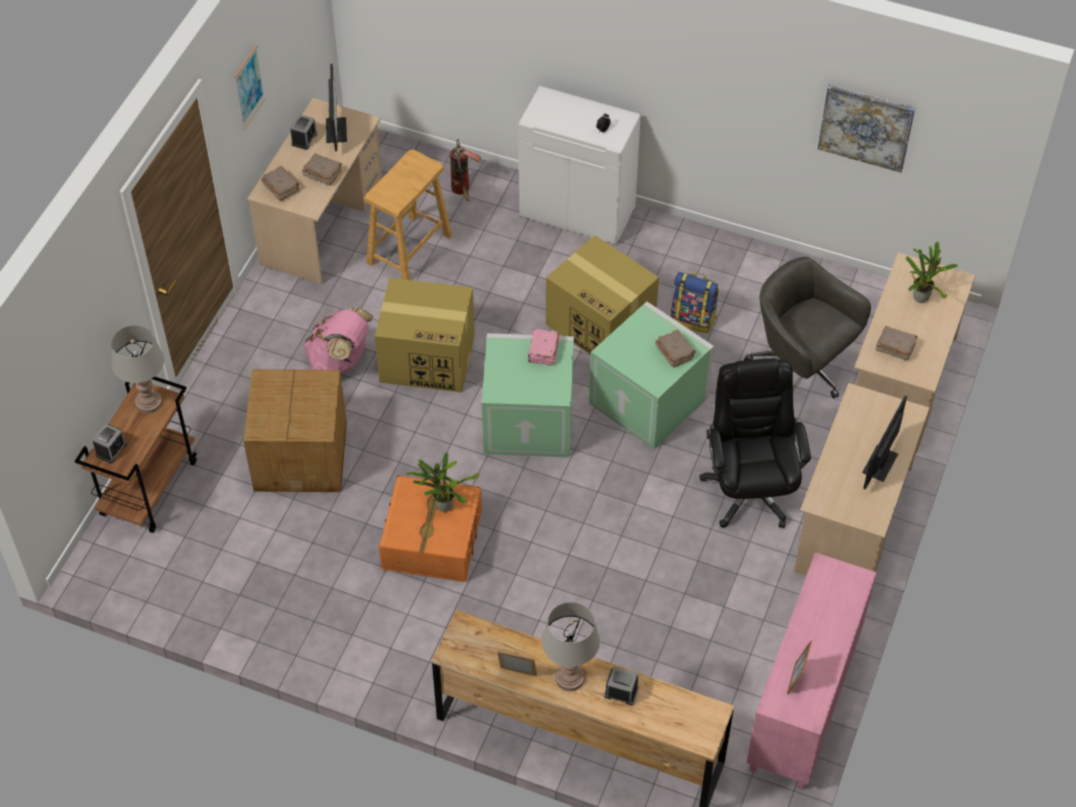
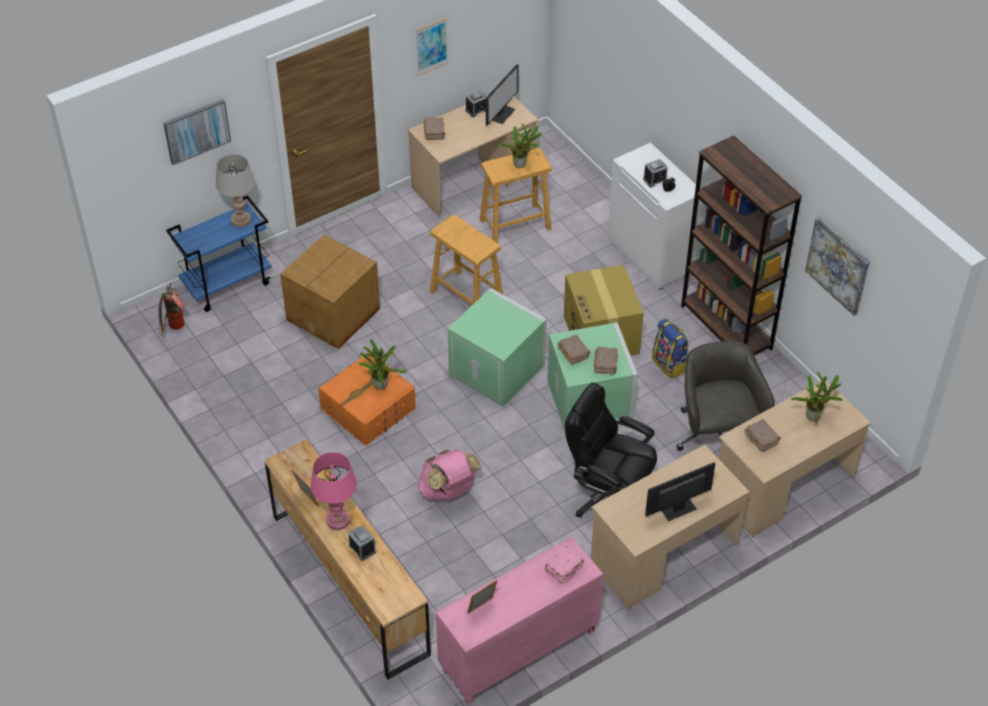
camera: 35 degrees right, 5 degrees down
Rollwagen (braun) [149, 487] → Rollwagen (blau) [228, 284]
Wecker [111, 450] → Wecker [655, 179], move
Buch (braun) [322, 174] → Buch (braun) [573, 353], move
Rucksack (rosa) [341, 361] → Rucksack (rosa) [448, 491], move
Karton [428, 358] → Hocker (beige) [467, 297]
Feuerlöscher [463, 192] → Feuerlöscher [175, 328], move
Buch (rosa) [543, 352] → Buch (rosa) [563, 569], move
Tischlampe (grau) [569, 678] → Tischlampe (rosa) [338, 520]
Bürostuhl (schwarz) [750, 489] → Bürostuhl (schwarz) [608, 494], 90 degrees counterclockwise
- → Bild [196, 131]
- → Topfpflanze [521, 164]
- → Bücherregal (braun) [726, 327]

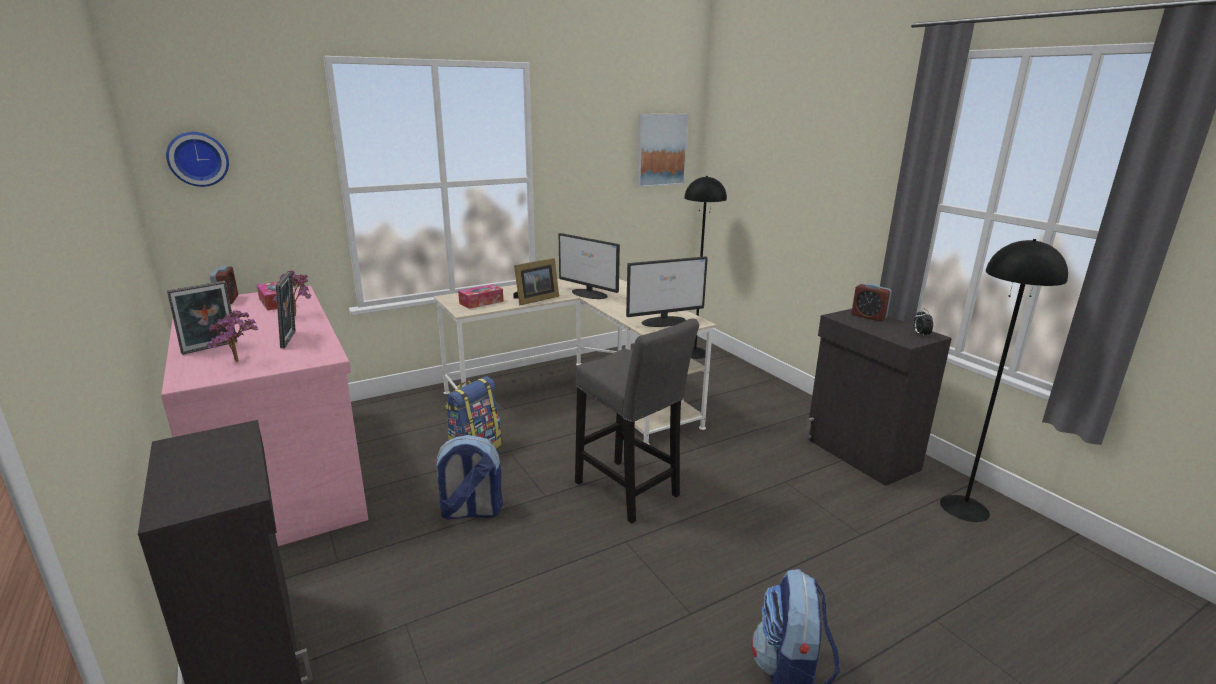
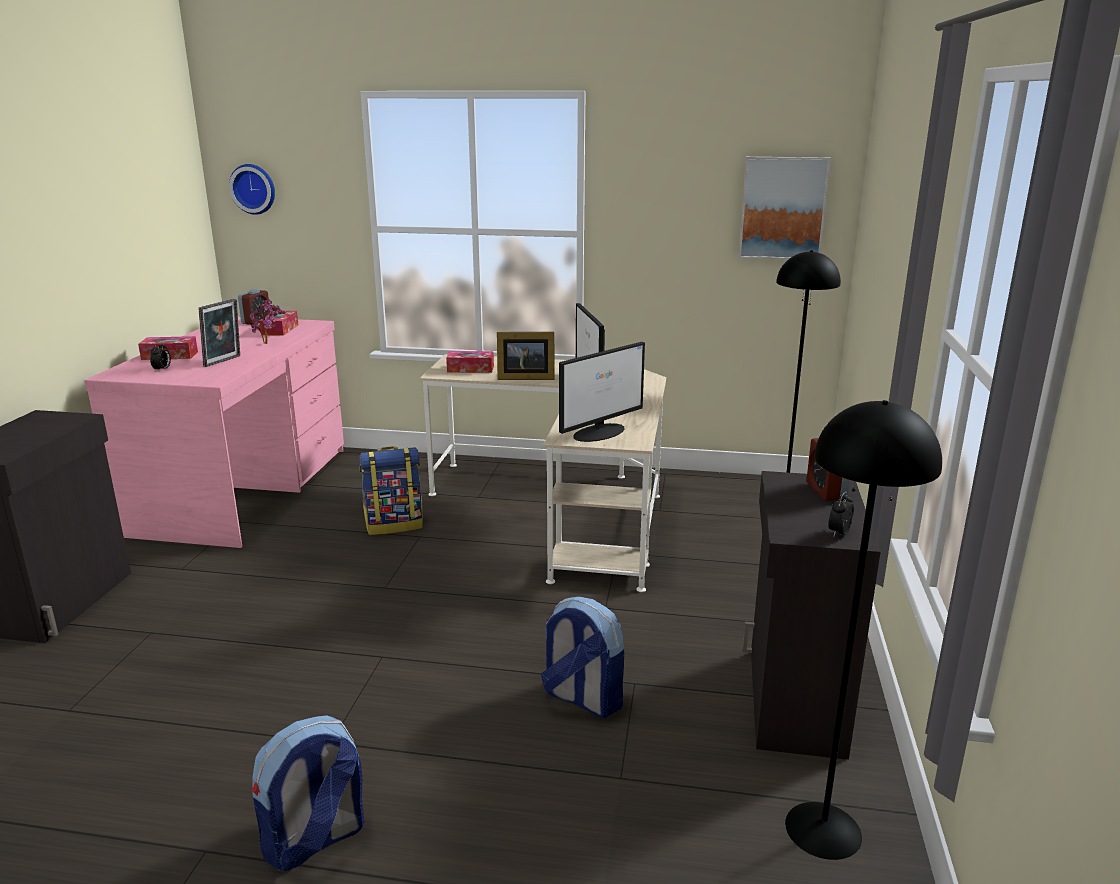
camera: 40 degrees right, 0 degrees up
Bilderrahmen [210, 348] → Taschentuchbox [170, 355]
Topfpflanze [239, 362] → Wecker [162, 370]
Rucksack [470, 512] → Rucksack [582, 699], move
Hocker (grau) [629, 492] → -
Monitor [664, 321] → Monitor [600, 432], 60 degrees counterclockwise

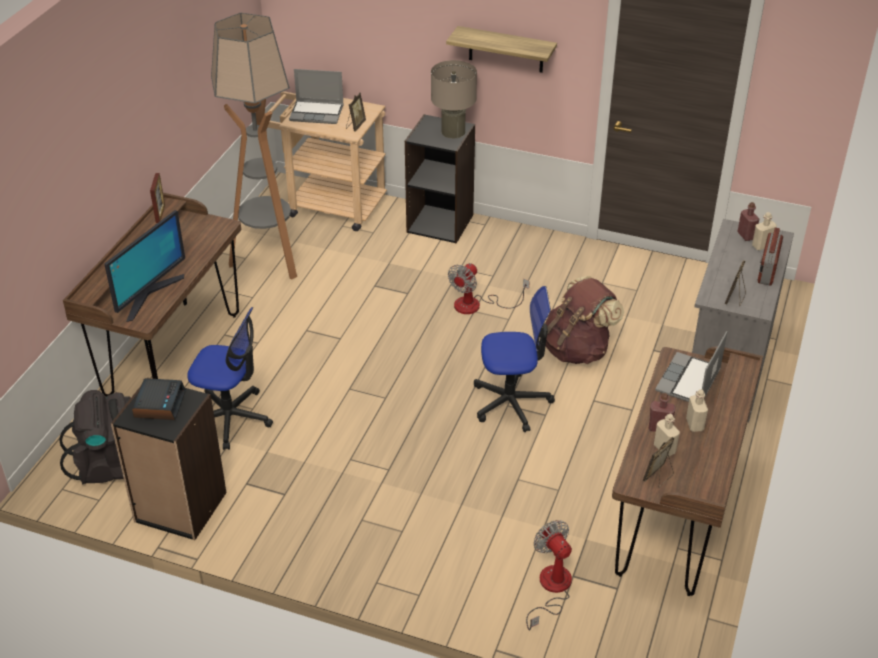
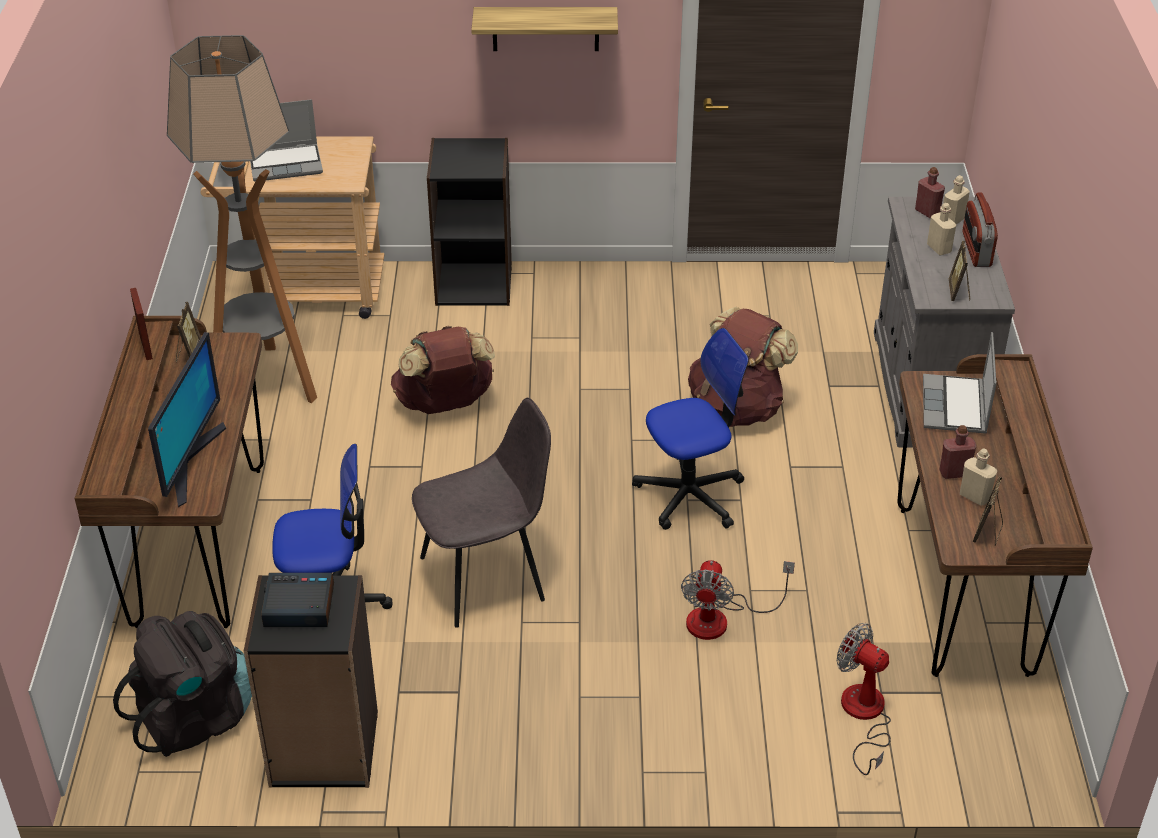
camera: 20 degrees left, 0 degrees up
Wecker [159, 404] → Wecker [298, 607], 75 degrees counterclockwise
Bilderrahmen [355, 125] → Bilderrahmen [188, 354], move
Tischlampe (beige) [453, 132] → -
Ventilator [477, 305] → Ventilator [720, 619], move
Flasche (beige) [694, 424] → Flasche (beige) [939, 248], move
- → Rucksack (braun) [444, 404]
- → Stuhl (grau) [485, 578]

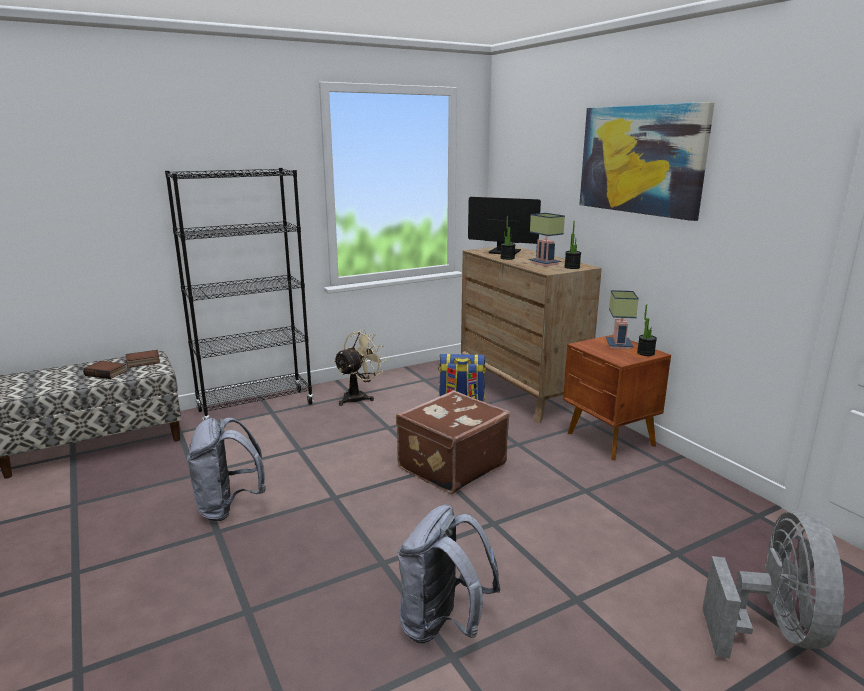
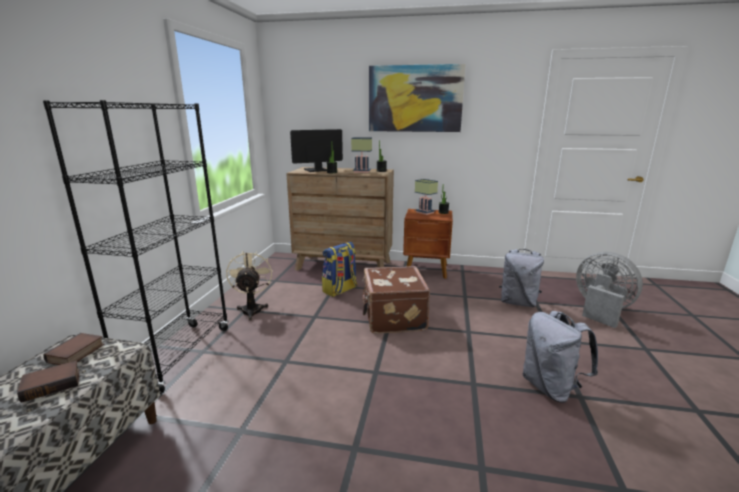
camera: 50 degrees left, 0 degrees up
Rucksack (grau) [228, 507] → Rucksack (grau) [518, 302], move

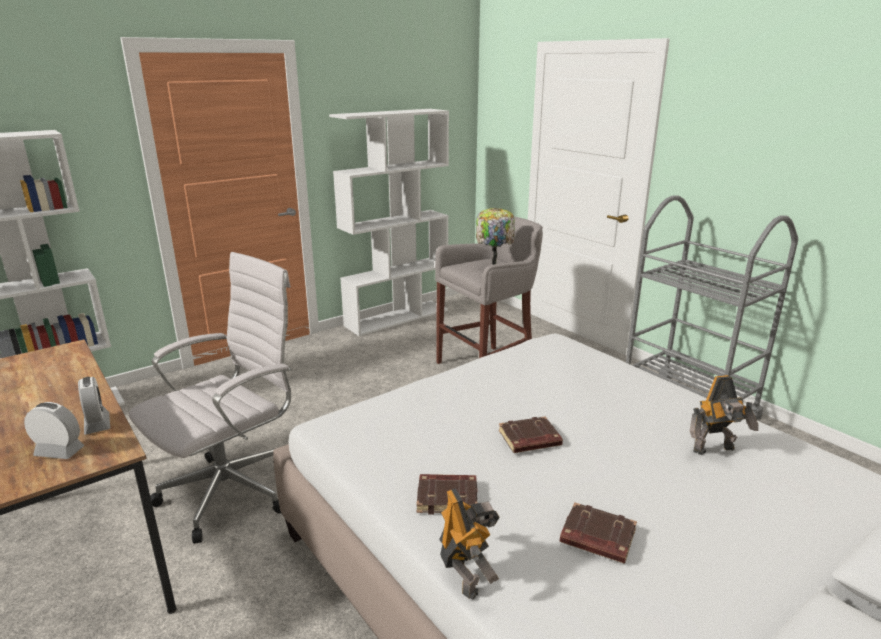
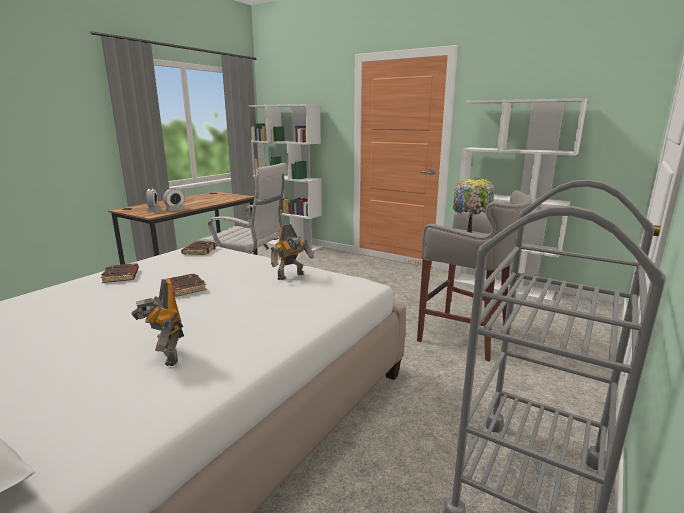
camera: 70 degrees right, 5 degrees down
Spielzeugroboter [465, 575] → Spielzeugroboter [292, 276], move
Buch (braun) [596, 538] → Buch (braun) [199, 250], move

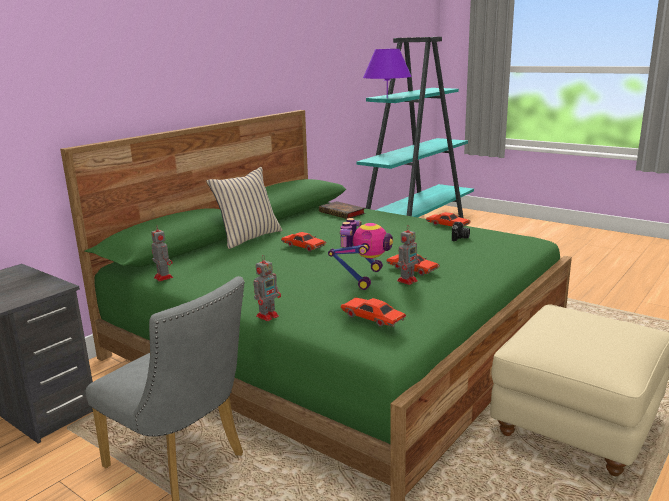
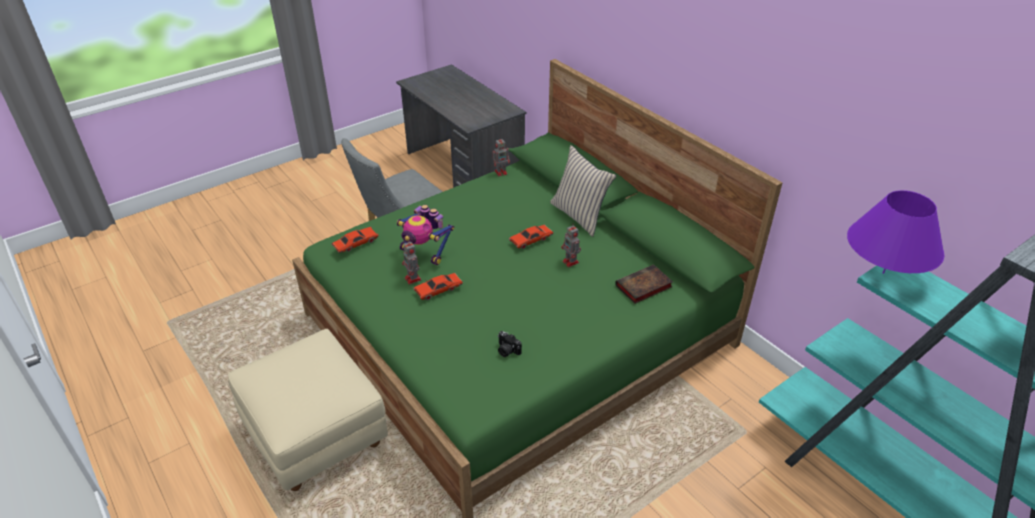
camera: 105 degrees right, 20 degrees up
Spielzeugroboter [268, 315] → Spielzeugroboter [571, 262], move
Spielzeugauto (rot) [447, 225] → -

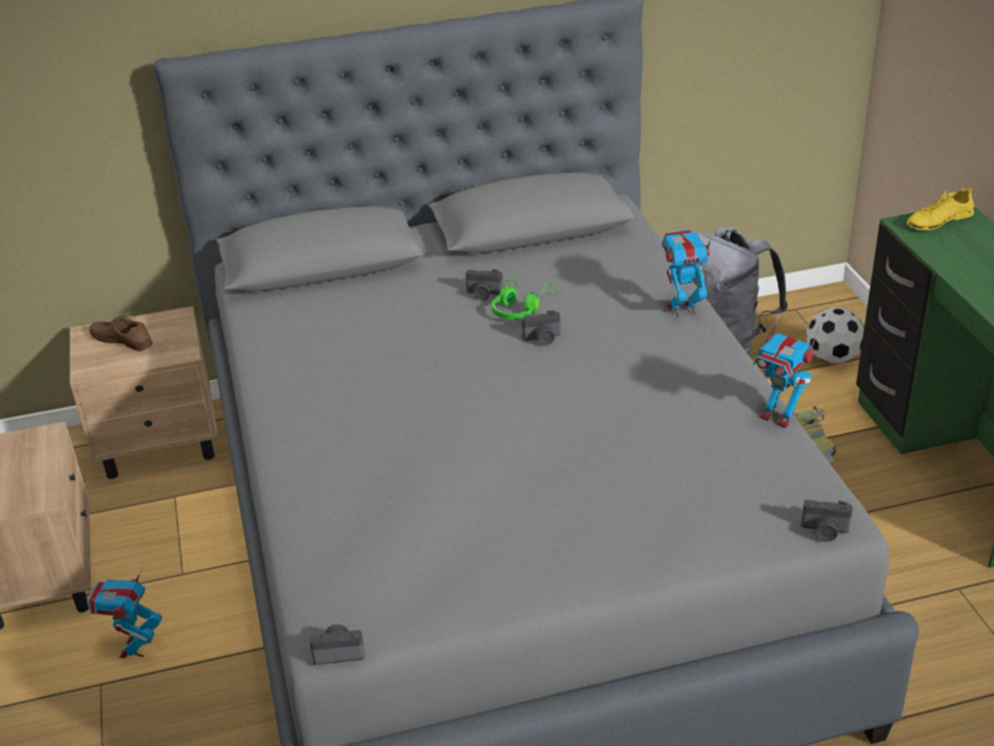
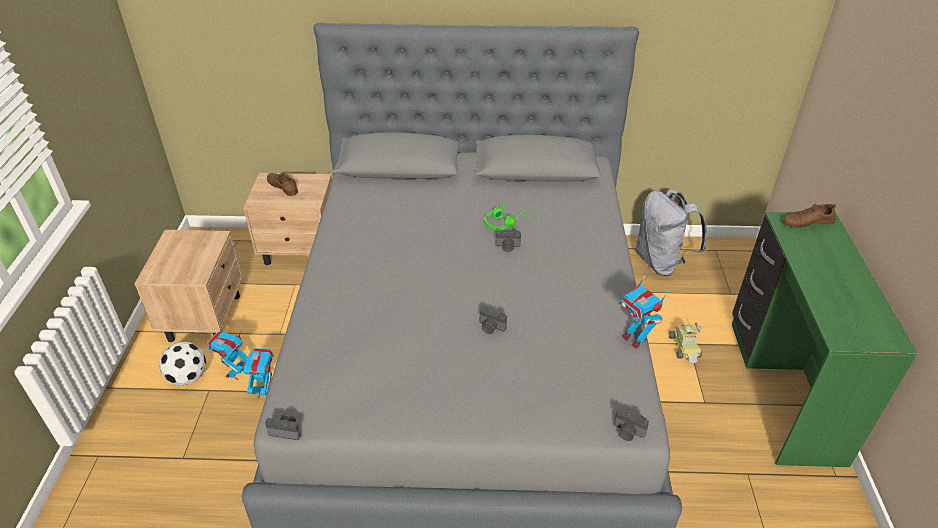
camera: 15 degrees right, 5 degrees up
Kamera [483, 294] → Kamera [491, 328], move
Spielzeugroboter [682, 309] → Spielzeugroboter [265, 392], move
Fußball [831, 358] → Fußball [187, 377], move
Schuh (gelb) [939, 220] → Schuh (braun) [807, 222]

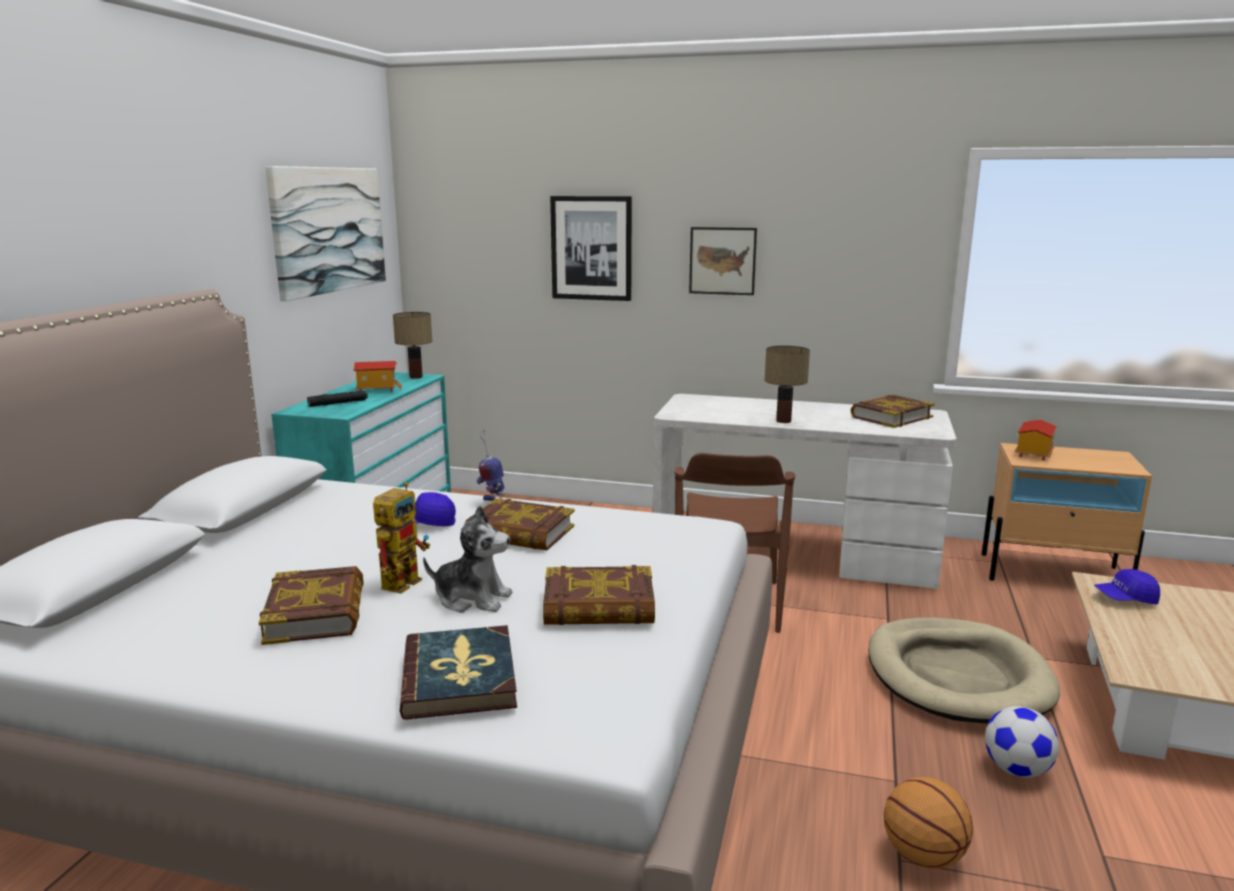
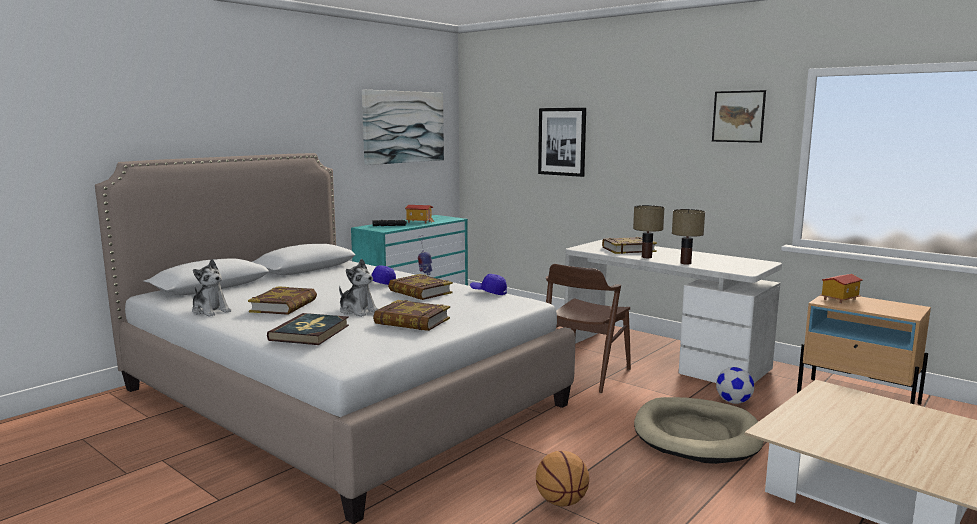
camera: 25 degrees right, 5 degrees down
Spielzeugroboter [404, 580] → -
Tischlampe [416, 377] → Tischlampe [686, 263], move
Bild [722, 261] → Bild [738, 116], move
Buch [891, 417] → Buch [628, 249], move
Fußball [1017, 770] → Fußball [733, 402], move
Kappe (blau) [1125, 599] → Kappe (blau) [488, 292], move
- → Plüschtier [210, 311]

